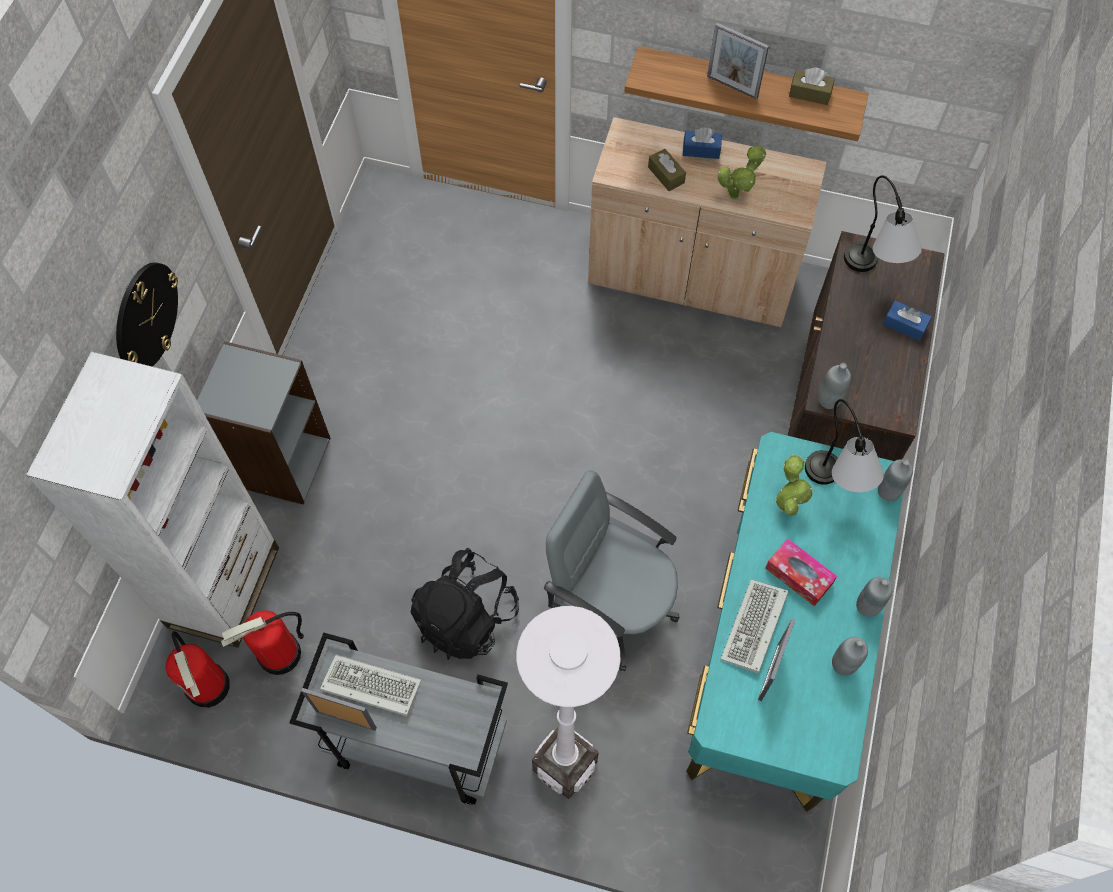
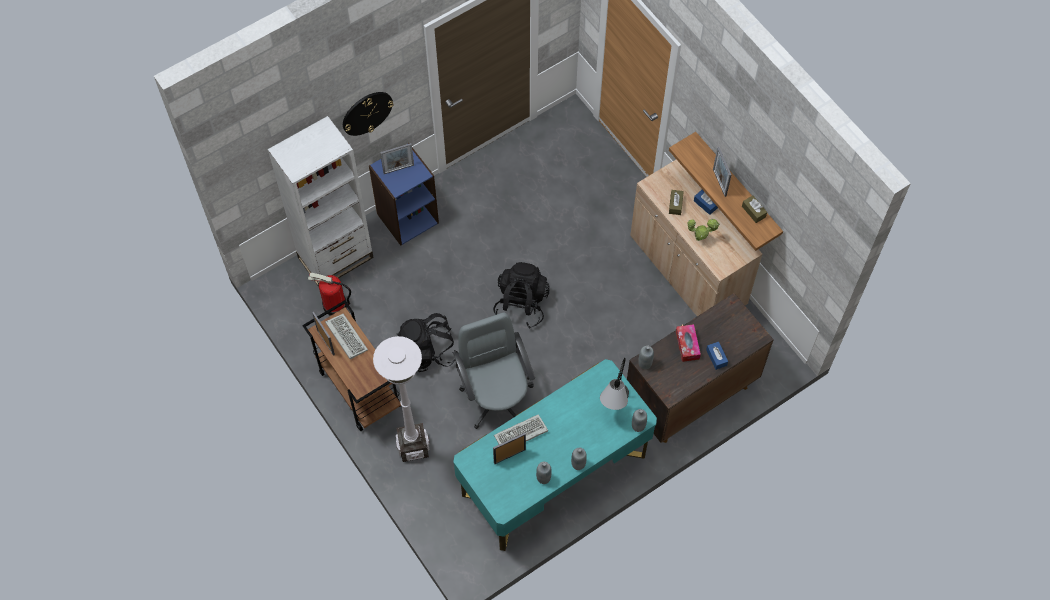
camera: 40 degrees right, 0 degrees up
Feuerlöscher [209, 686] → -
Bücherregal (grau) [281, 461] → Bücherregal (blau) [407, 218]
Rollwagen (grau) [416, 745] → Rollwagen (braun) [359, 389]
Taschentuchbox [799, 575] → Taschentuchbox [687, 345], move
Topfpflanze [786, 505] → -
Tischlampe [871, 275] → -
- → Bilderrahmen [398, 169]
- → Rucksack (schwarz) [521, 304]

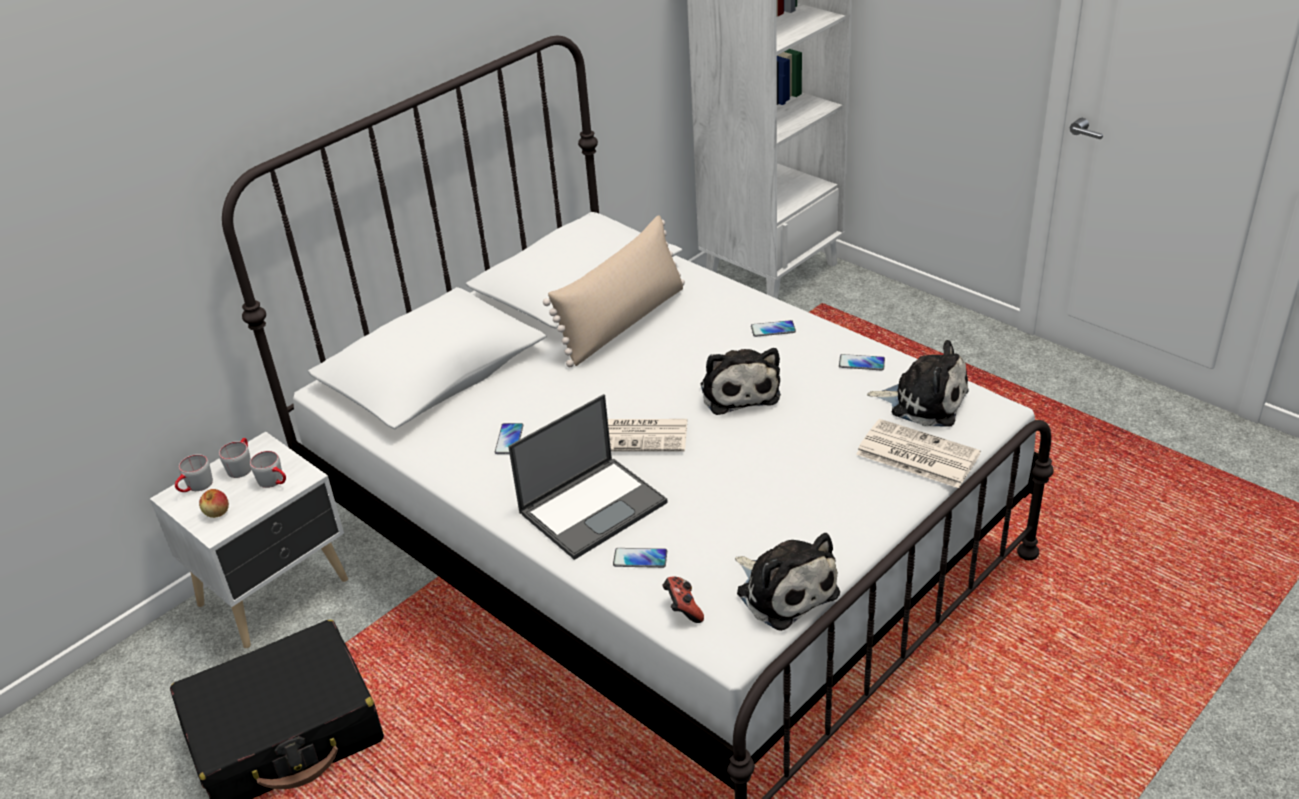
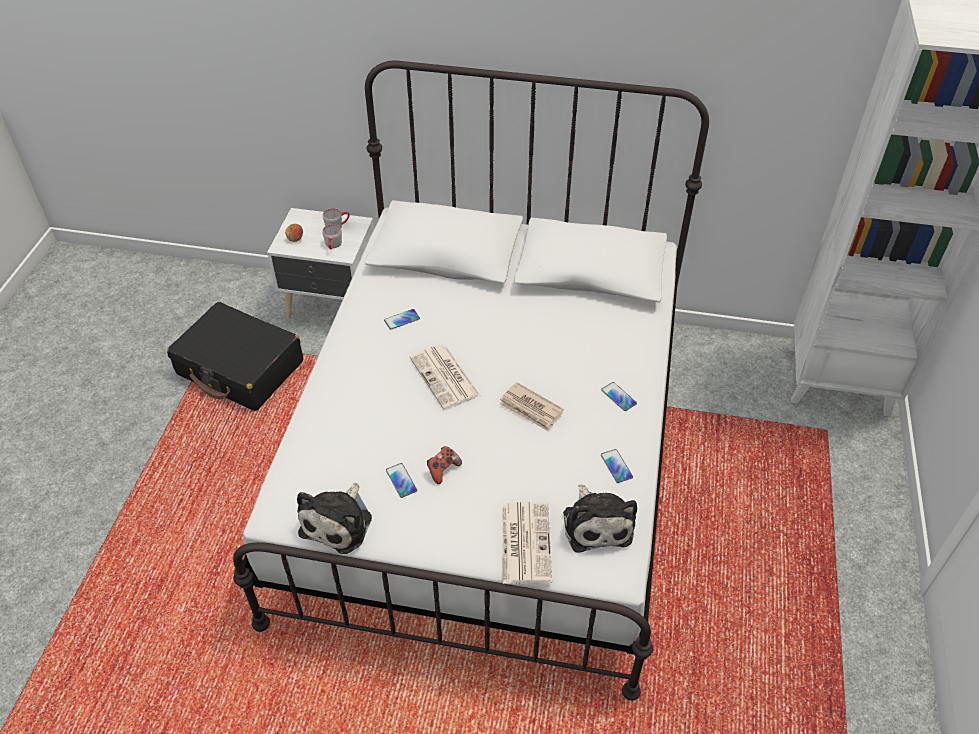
camera: 55 degrees right, 10 degrees up
Henkelbecher (grau) [195, 487] → -
Laptop [594, 506] → -
Kissen (beige) [623, 322] → -
Handy [640, 558] → Handy [401, 480], move
Gamepad [683, 609] → Gamepad [443, 470], move
Plüschtier [738, 391] → Zeitung [531, 409]

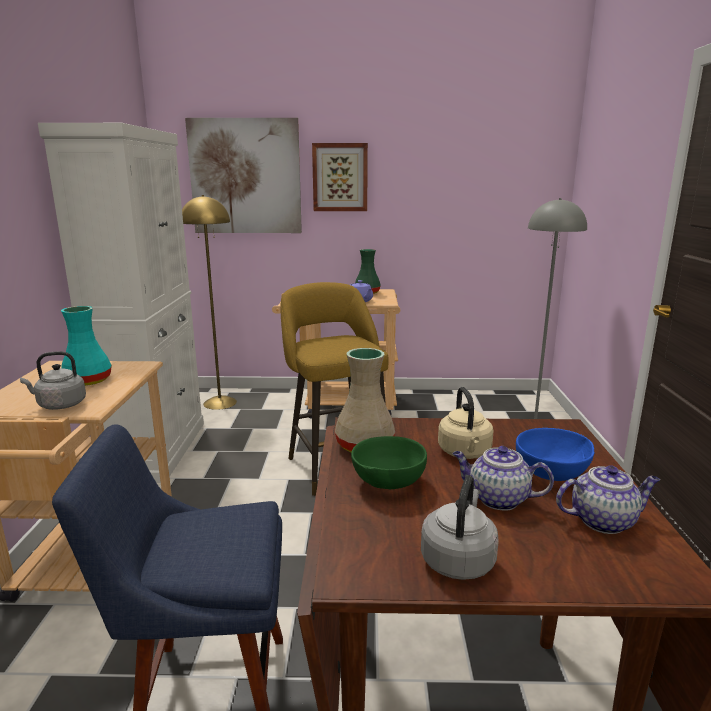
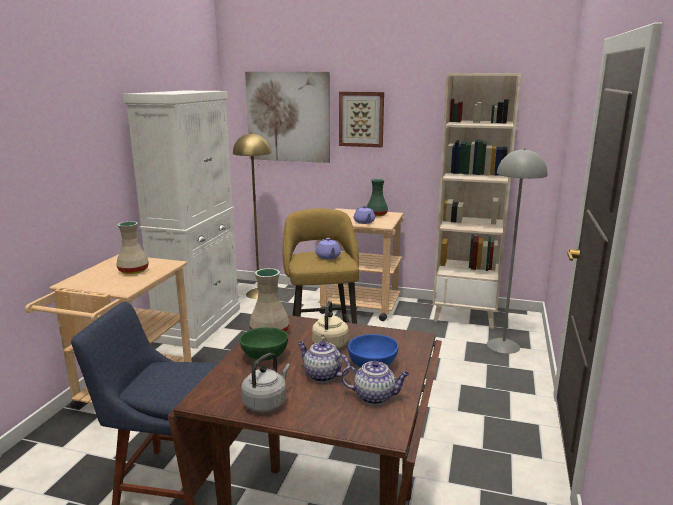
camera: 15 degrees right, 0 degrees up
Wasserkessel (grau) [59, 405] → -
Vase (türkis) [89, 381] → Vase (beige) [134, 271]
- → Teekanne (lila) [328, 257]
- → Bücherregal (beige) [465, 315]

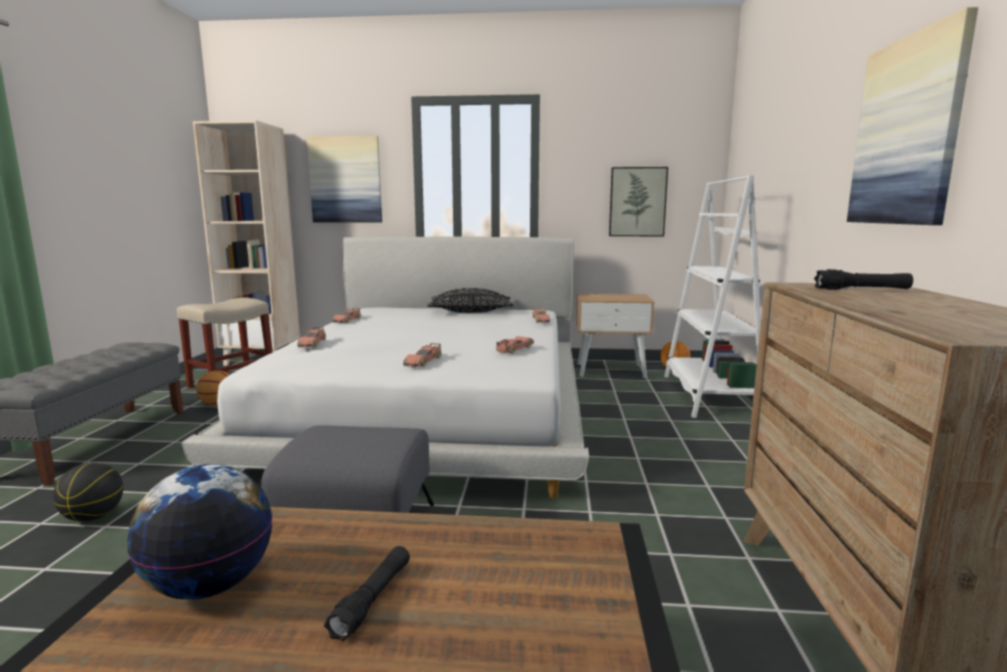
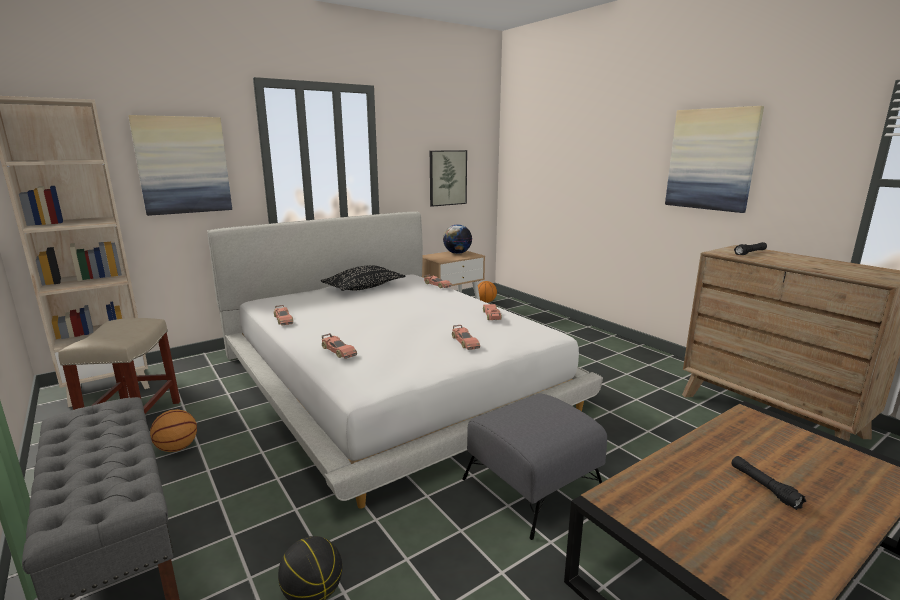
camera: 40 degrees left, 5 degrees up
Globus [210, 585] → Globus [457, 253], move
Bücherregal (weiß) [709, 395] → -

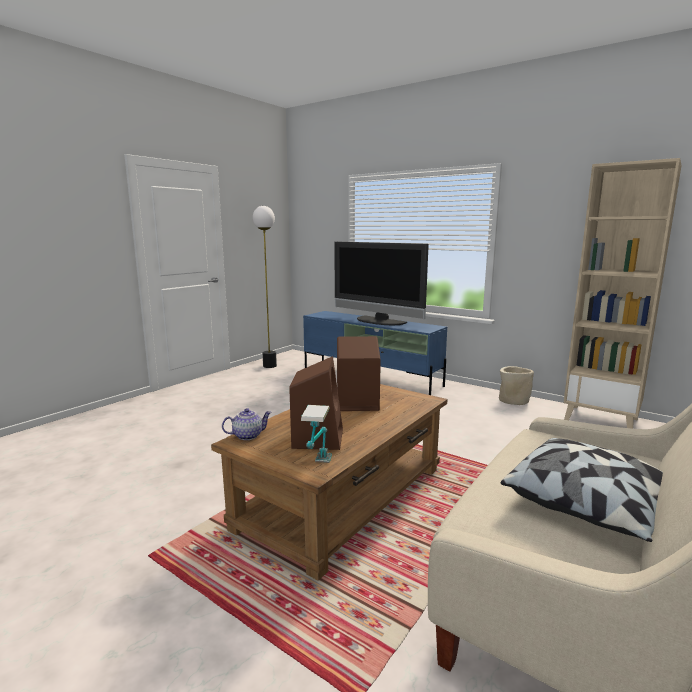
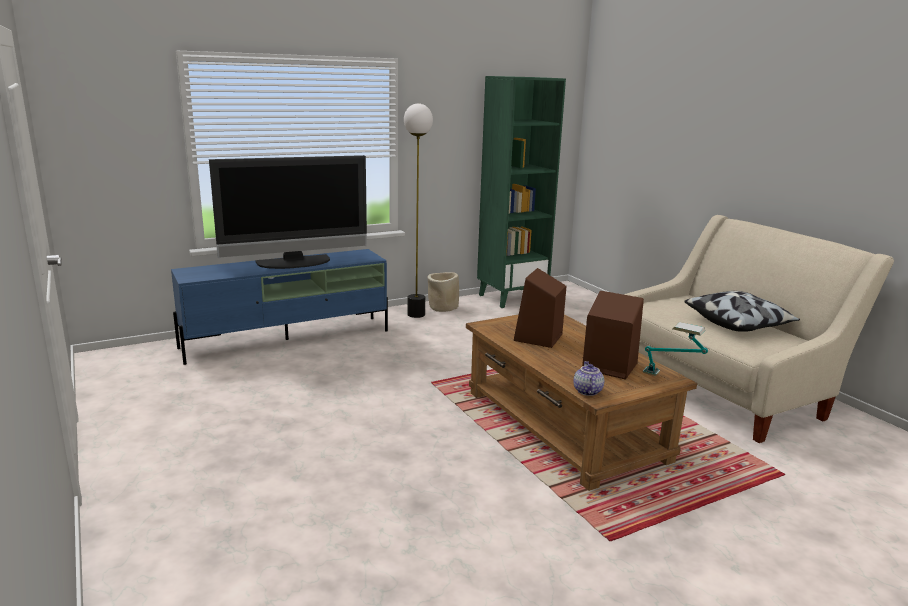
camera: 65 degrees left, 5 degrees up
Stehlampe [270, 366] → Stehlampe [416, 314], move
Bücherregal (beige) [601, 420] → Bücherregal (grün) [512, 297]

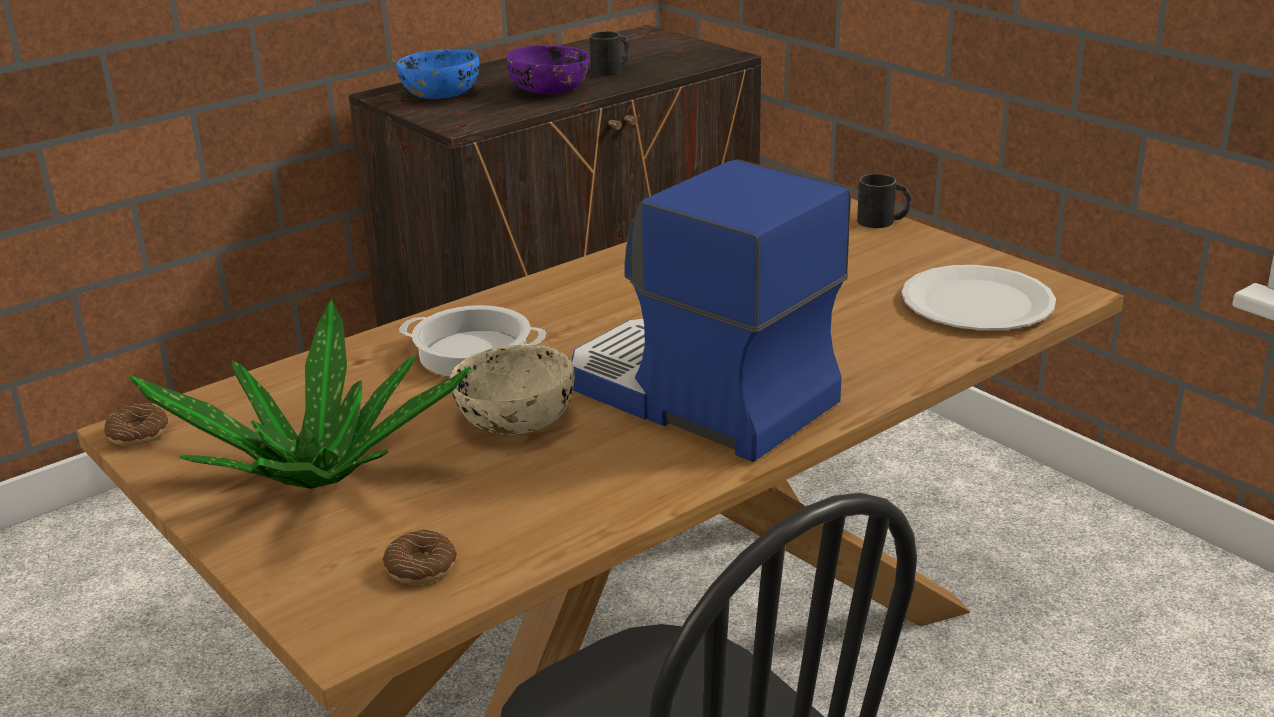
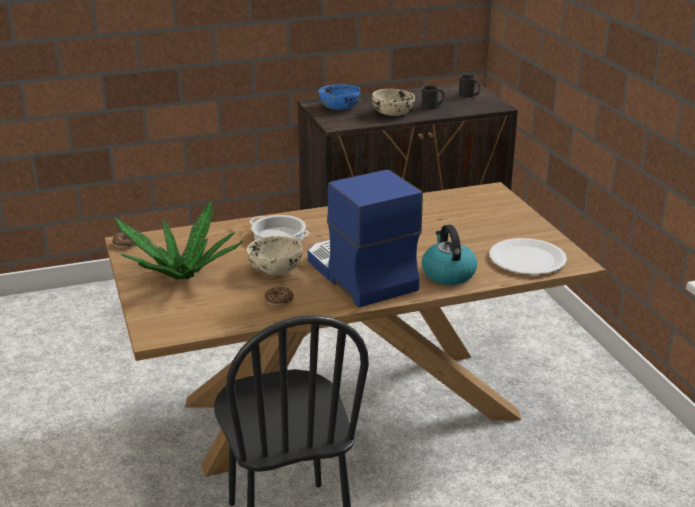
camera: 20 degrees right, 0 degrees up
Donut [420, 567] → Donut [279, 300], move
Schüssel (lila) [550, 90] → Schüssel (beige) [393, 113]
Henkelbecher (schwarz) [883, 221] → Henkelbecher (schwarz) [469, 95], move
- → Wasserkessel [447, 273]

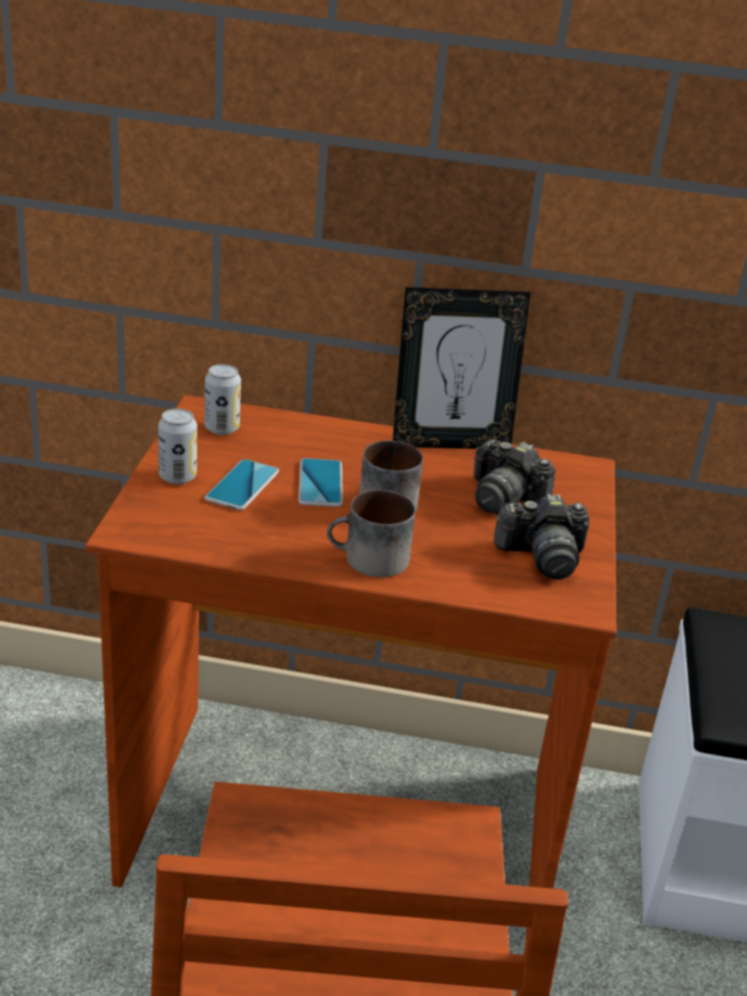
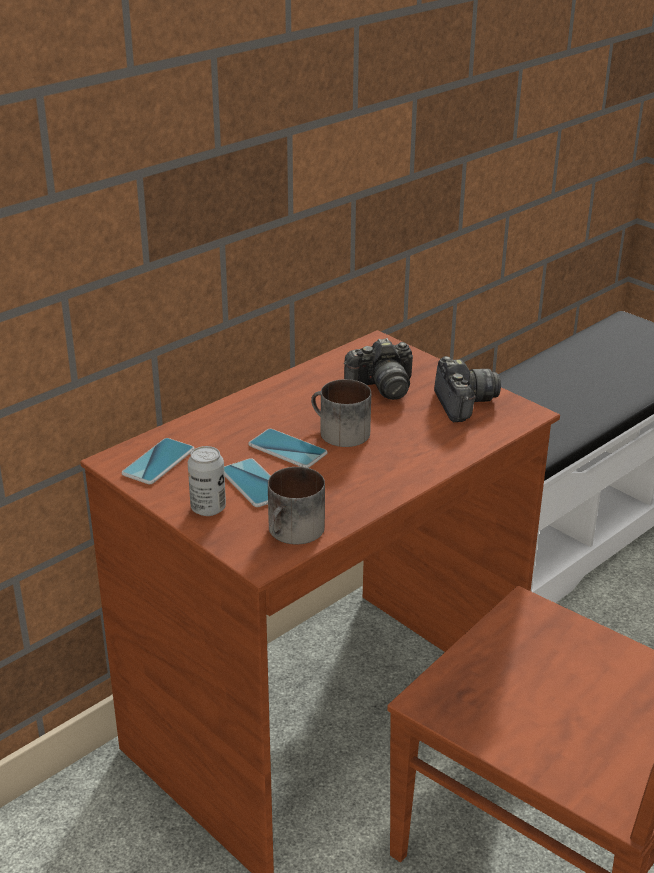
camera: 50 degrees left, 0 degrees up
Dose [222, 428] → Handy [158, 462]
Henkelbecher [368, 560] → Henkelbecher [294, 533], move
Bilderrahmen [450, 443] → -
Kamera [542, 557] → Kamera [463, 403], 45 degrees counterclockwise

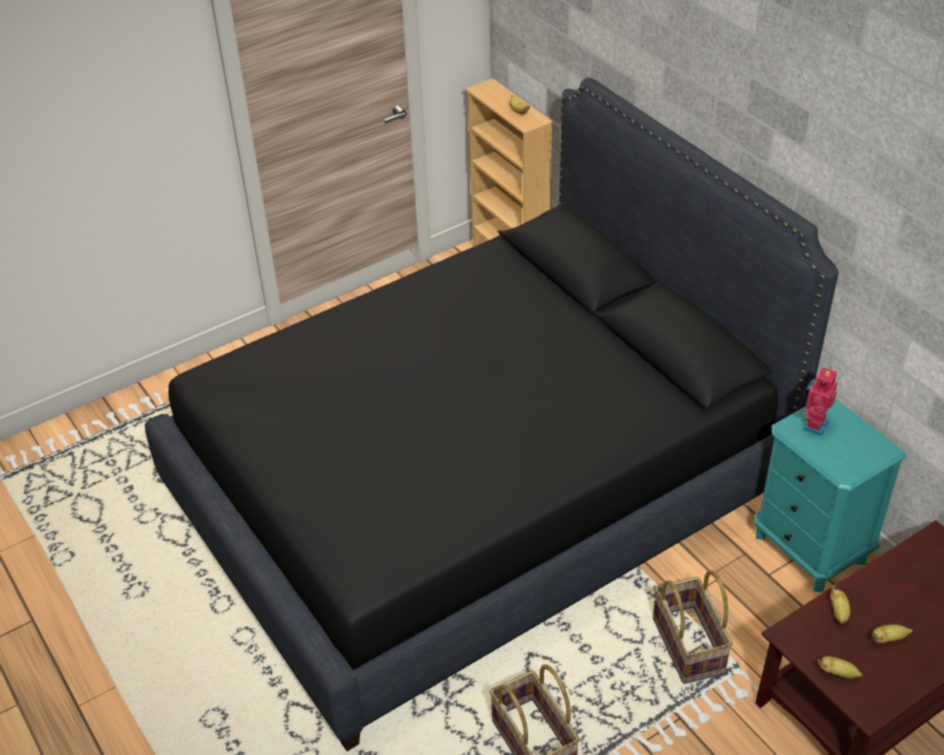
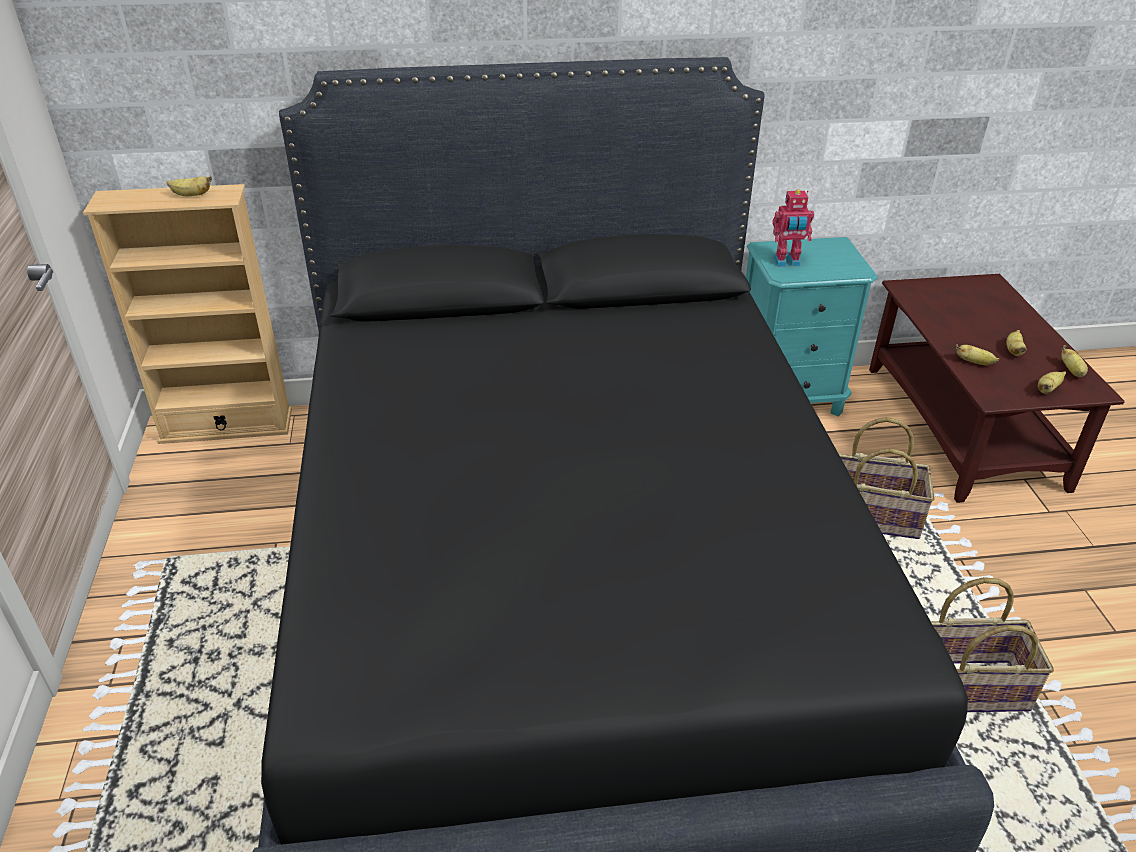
camera: 65 degrees left, 5 degrees down
Spielzeugroboter [813, 425] → Spielzeugroboter [787, 262], 60 degrees counterclockwise
- → Banane [1072, 371]

